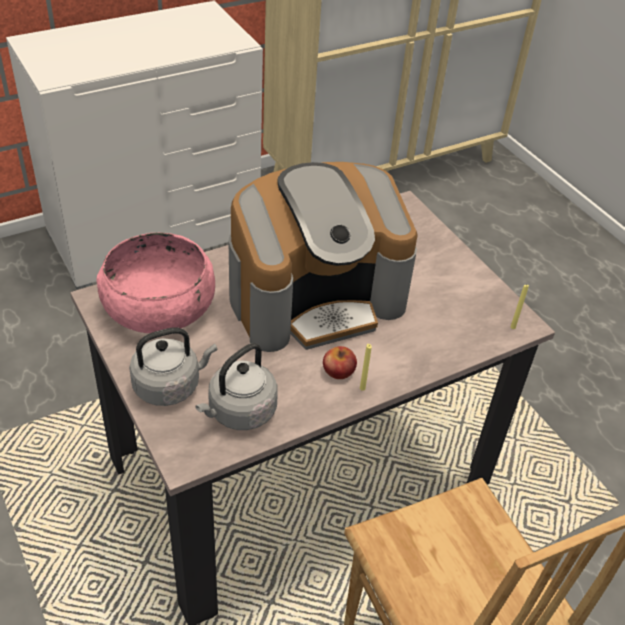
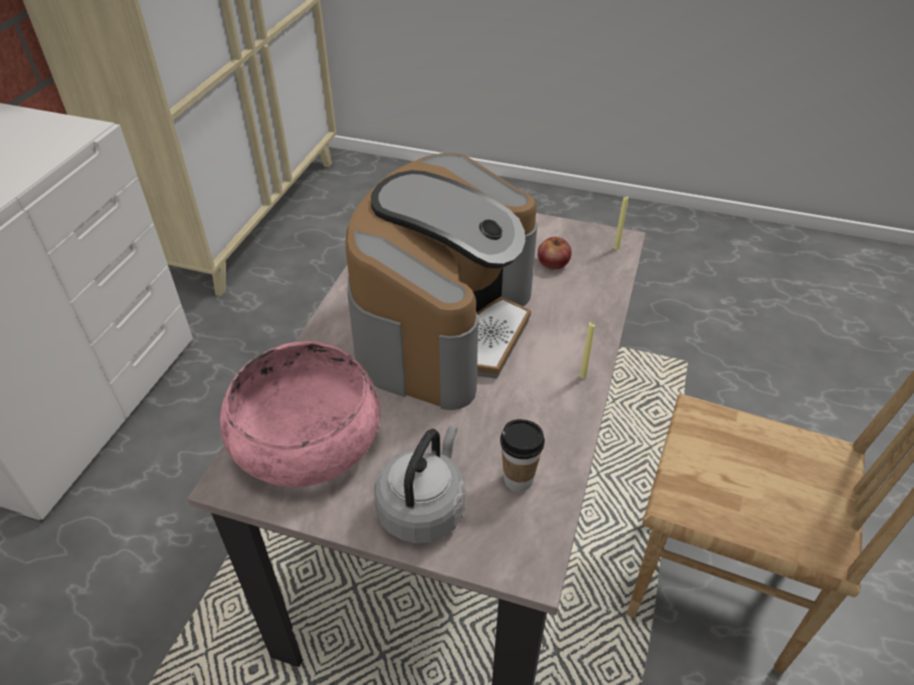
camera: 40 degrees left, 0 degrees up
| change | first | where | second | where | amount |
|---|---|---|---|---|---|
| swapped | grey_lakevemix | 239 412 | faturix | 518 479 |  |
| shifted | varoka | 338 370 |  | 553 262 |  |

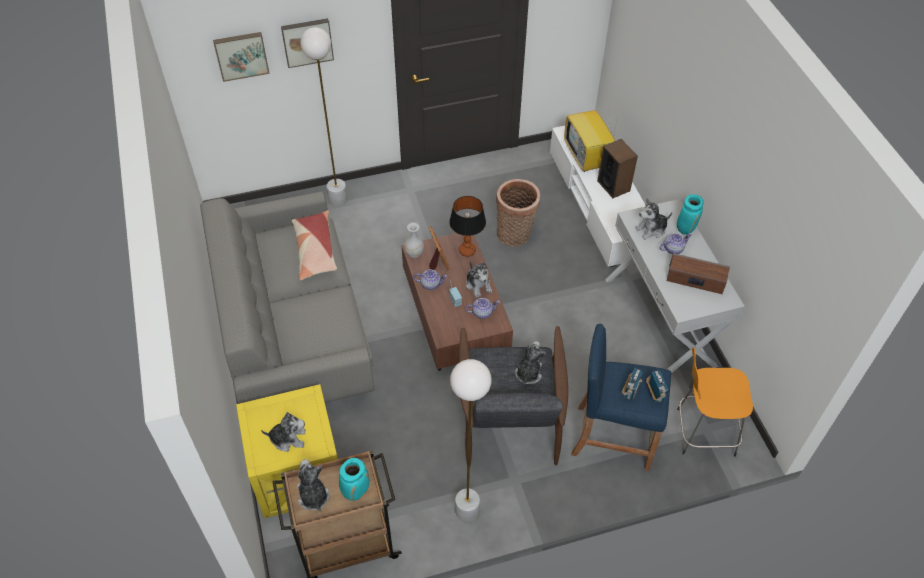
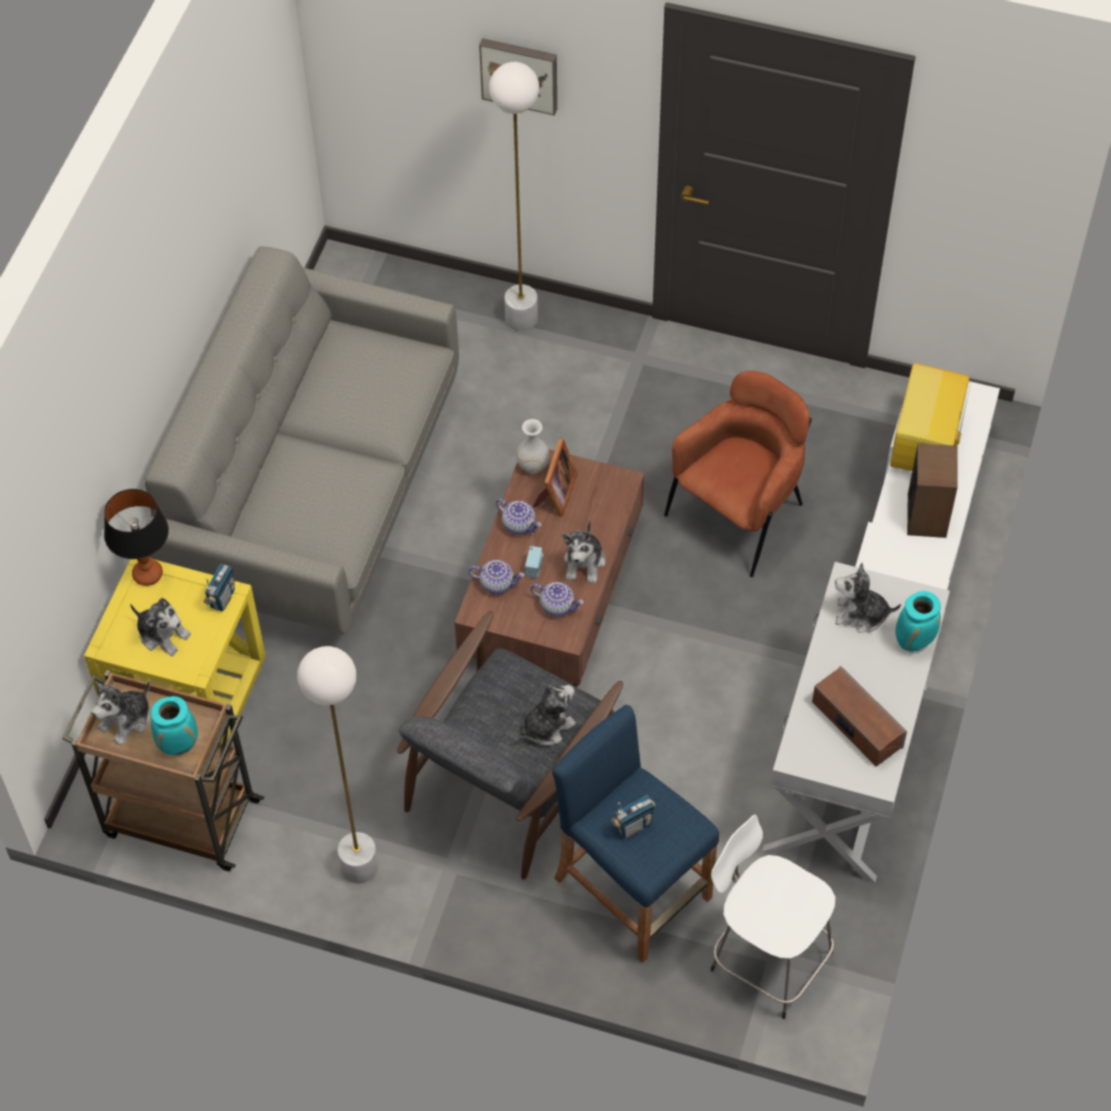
camera: 35 degrees right, 5 degrees up
| change | first | where | second | where | amount |
|---|---|---|---|---|---|
| rotated | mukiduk | 313 495 |  | 127 720 | 150 degrees counterclockwise |
| shifted | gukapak | 467 250 |  | 148 574 |  |
| shifted | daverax | 655 394 |  | 222 598 |  |
| shifted | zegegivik | 673 248 |  | 497 583 |  |
| swapped | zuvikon | 515 235 | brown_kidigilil | 739 514 |  |
| repainted | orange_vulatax | 703 432 | white_vulatax | 767 958 |  |
| gone | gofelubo | 241 55 |  |  |  |
| gone | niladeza | 315 250 |  |  |  |

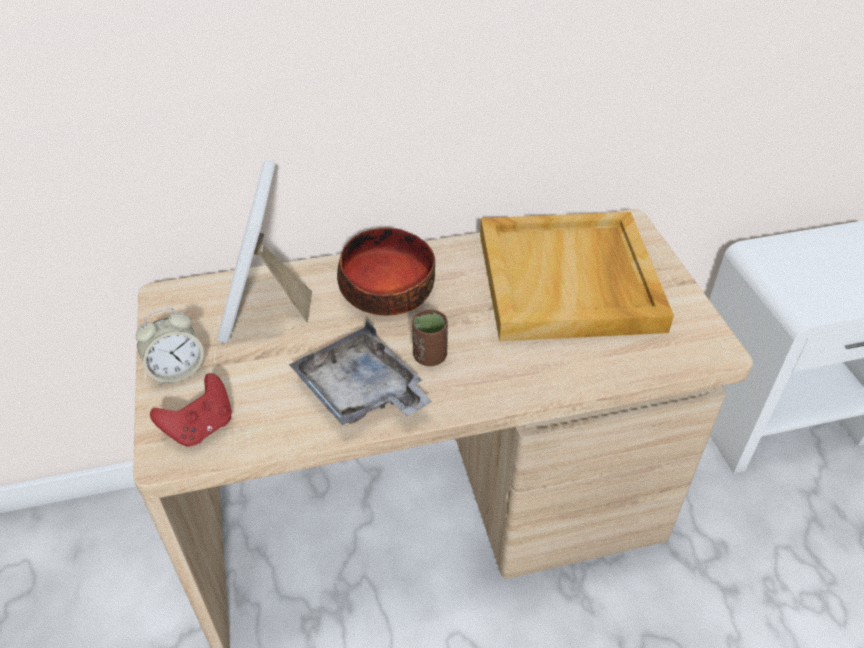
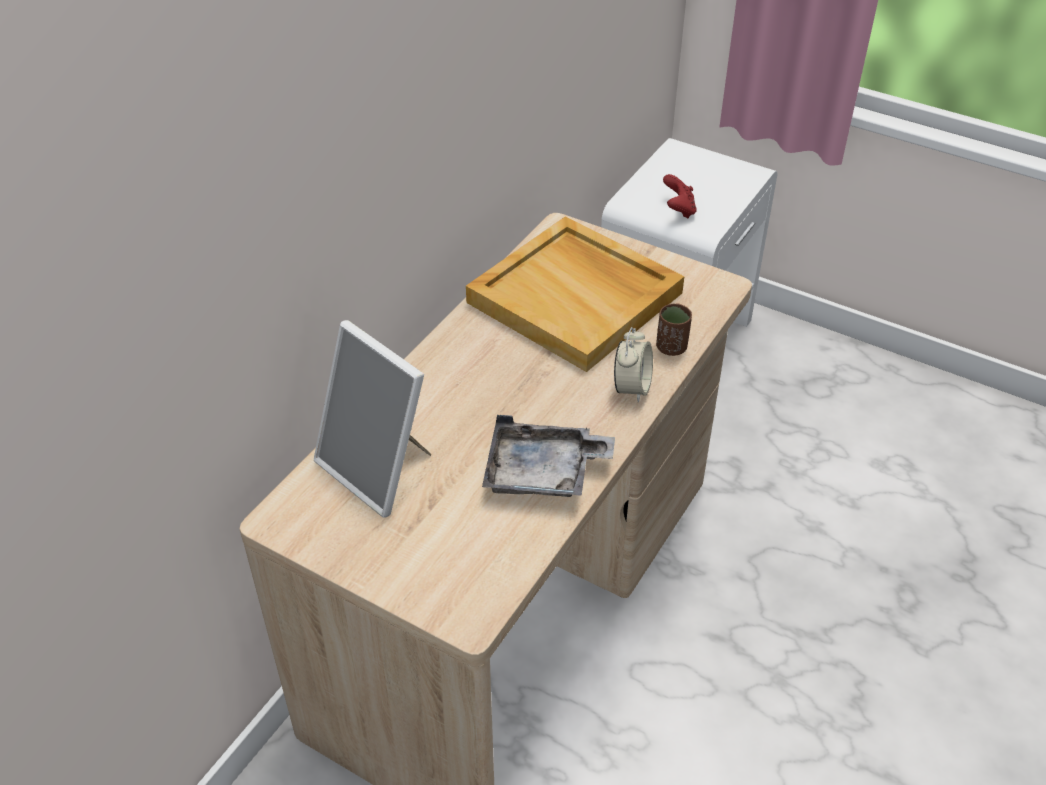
camera: 45 degrees left, 0 degrees up
| change | first | where | second | where | amount |
|---|---|---|---|---|---|
| shifted | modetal | 177 370 |  | 632 388 |  |
| shifted | brown_faturix | 430 356 |  | 671 348 |  |
| shifted | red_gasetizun | 201 427 |  | 678 210 |  |
| gone | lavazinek | 386 289 |  |  |  |

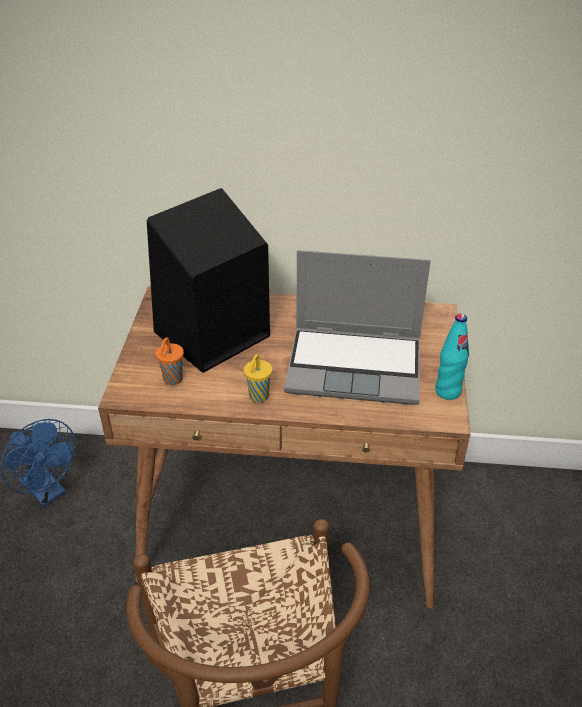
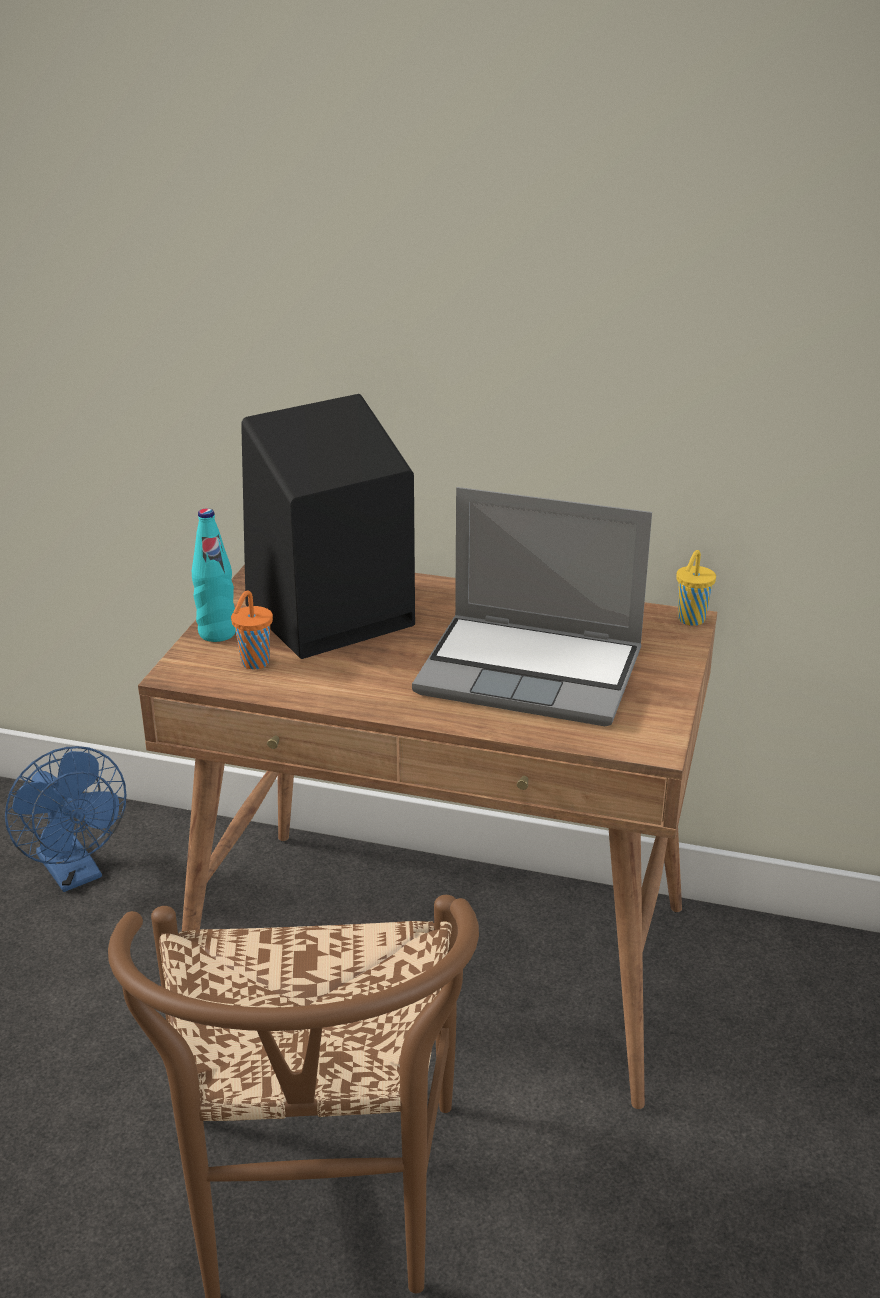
camera: 10 degrees right, 10 degrees down
| change | first | where | second | where | amount |
|---|---|---|---|---|---|
| shifted | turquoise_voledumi | 448 391 |  | 217 633 |  |
| shifted | yellow_faturix | 258 397 |  | 690 620 |  |

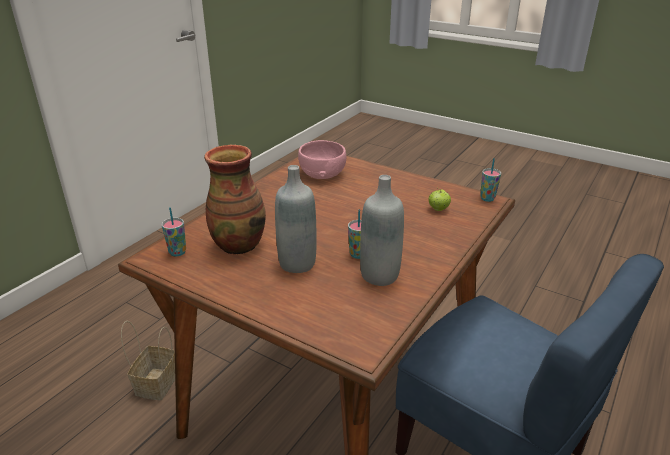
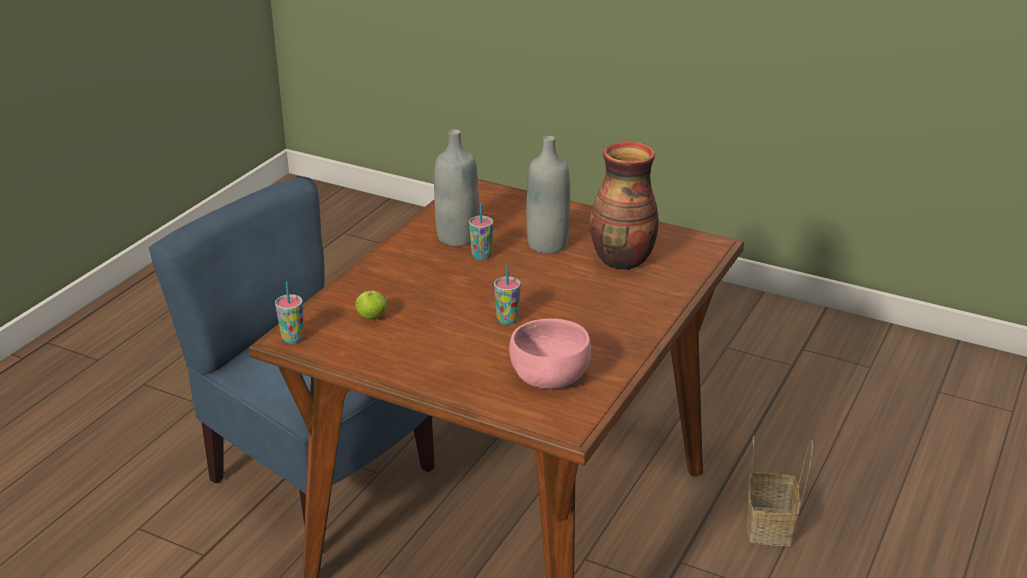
camera: 175 degrees right, 0 degrees up
| change | first | where | second | where | amount |
|---|---|---|---|---|---|
| shifted | faturix | 177 252 |  | 507 320 |  |

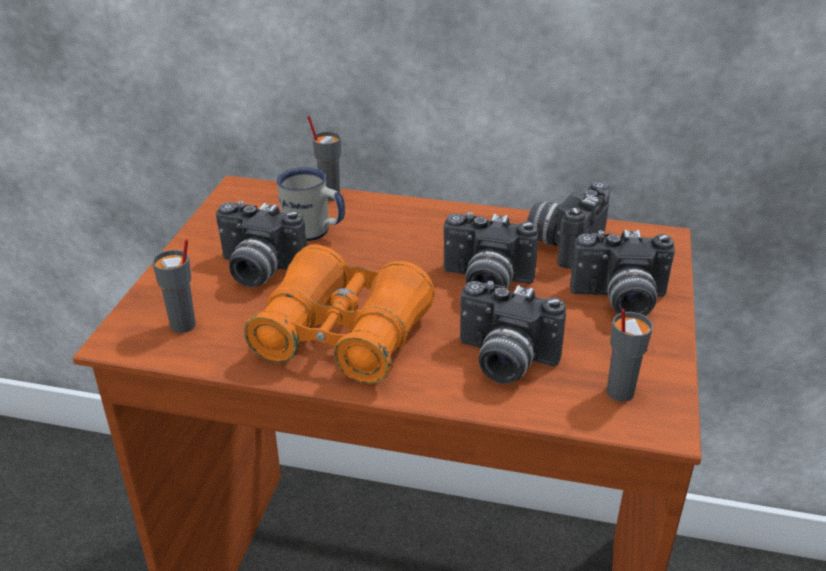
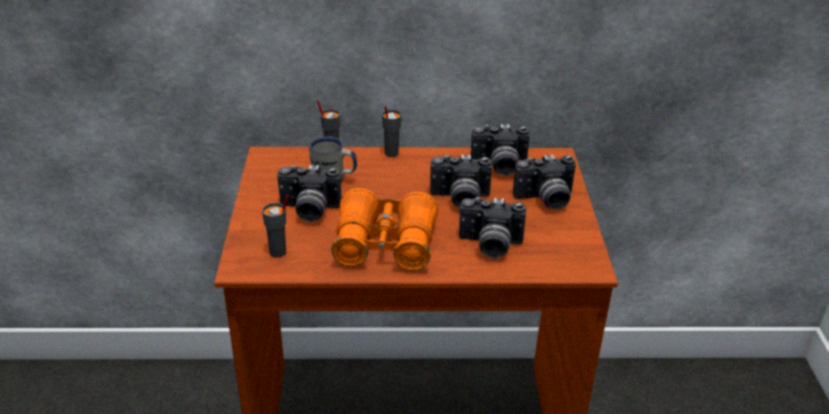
camera: 15 degrees left, 0 degrees up
| change | first | where | second | where | amount |
|---|---|---|---|---|---|
| shifted | grey_faturix | 619 392 |  | 391 153 |  |
| rotated | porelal | 564 243 |  | 499 167 | 105 degrees counterclockwise |

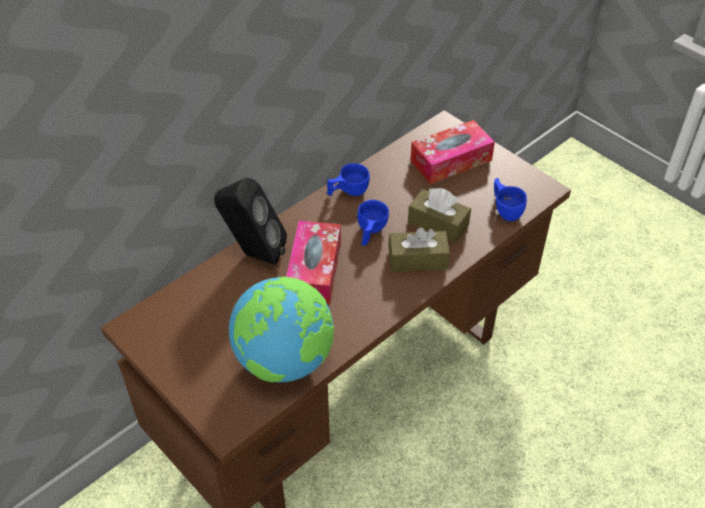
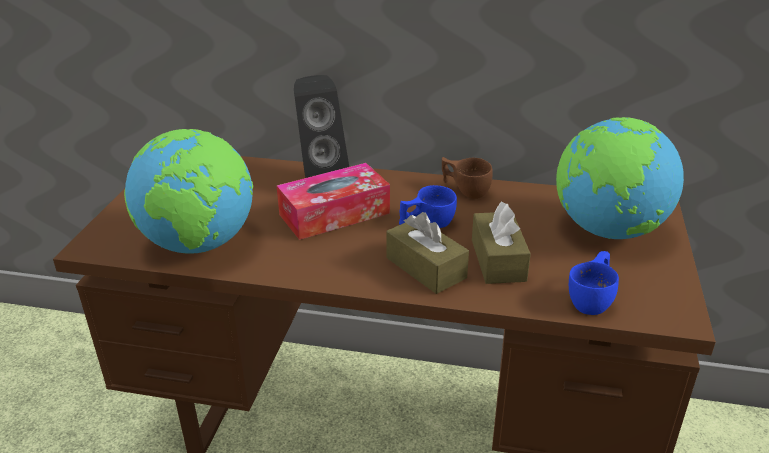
camera: 55 degrees right, 15 degrees down
| change | first | where | second | where | amount |
|---|---|---|---|---|---|
| repainted | blue_faturix | 348 191 | brown_faturix | 465 190 |  |
| swapped | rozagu | 451 160 | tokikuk | 607 230 |  |

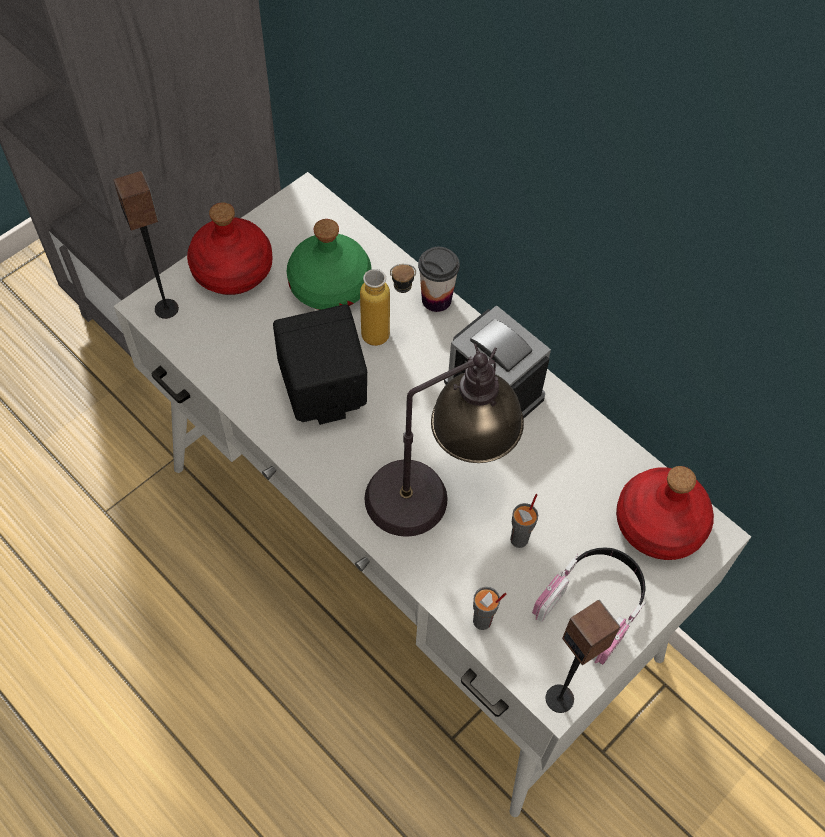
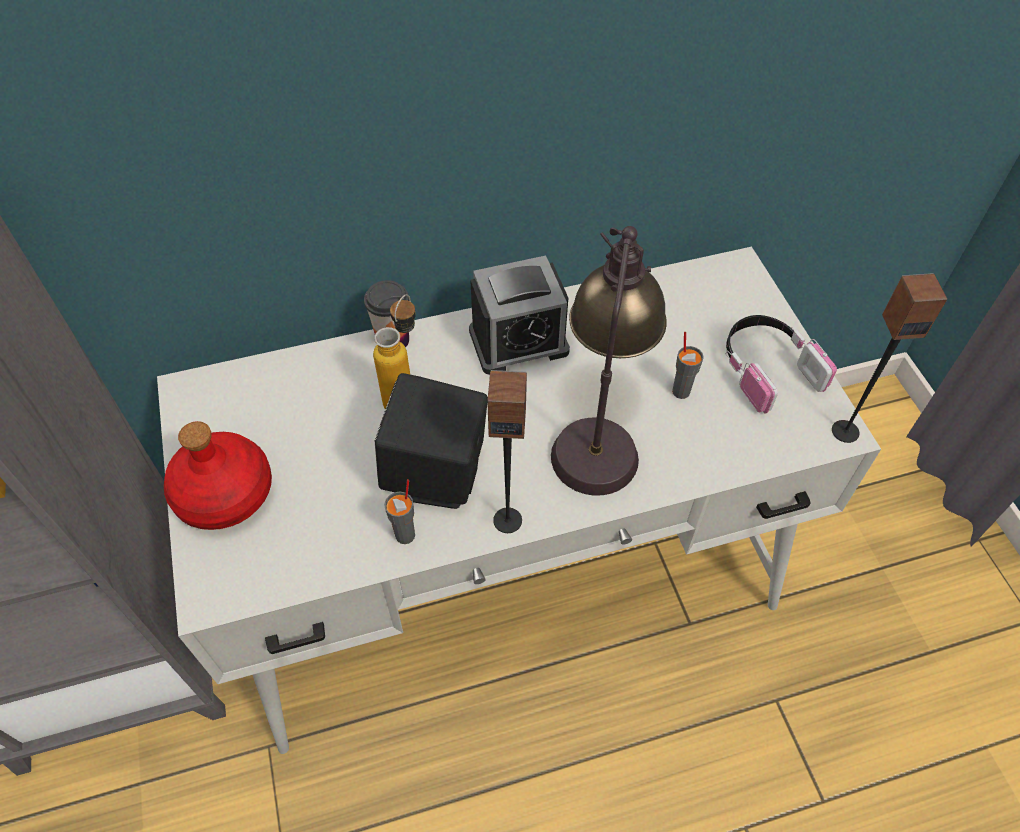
camera: 60 degrees left, 5 degrees down
| change | first | where | second | where | amount |
|---|---|---|---|---|---|
| shifted | grey_faturix | 482 621 |  | 406 535 |  |
| shifted | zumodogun | 167 308 |  | 507 520 |  |
| gone | green_voledumi | 331 285 |  |  |  |
| gone | red_voledumi | 658 524 |  |  |  |

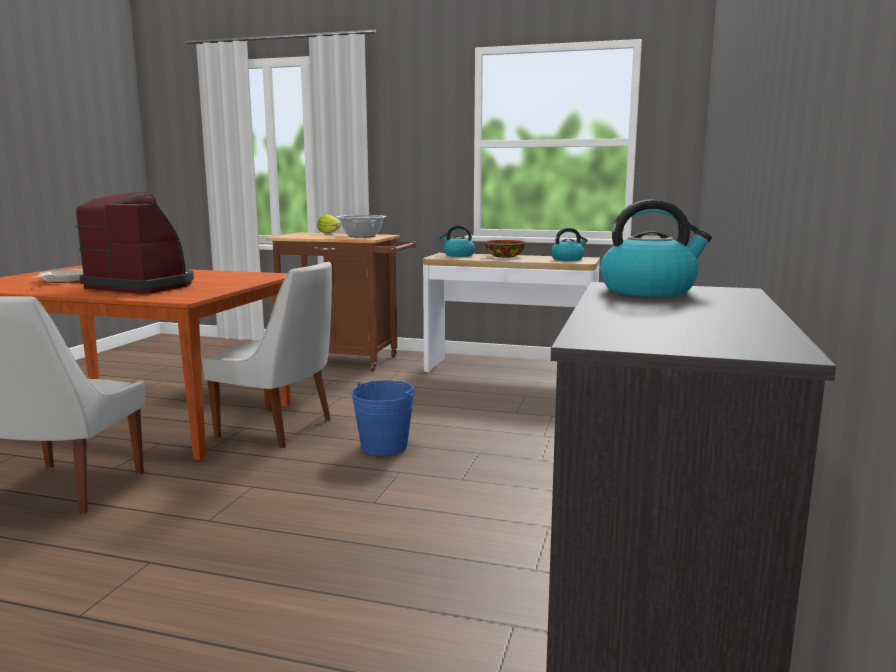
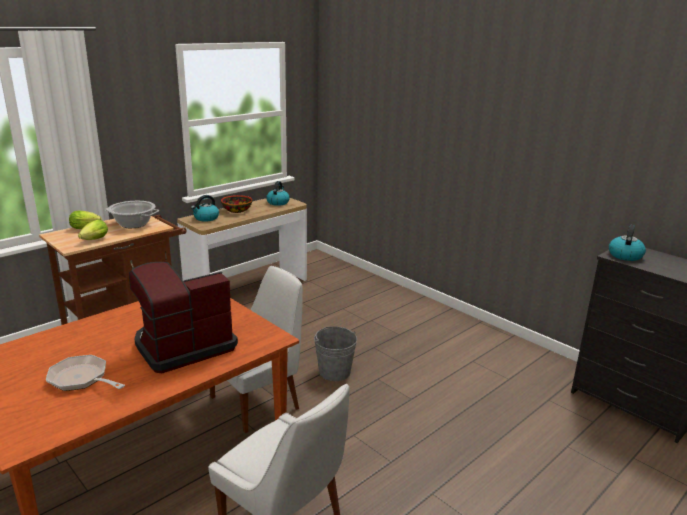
camera: 60 degrees left, 10 degrees up
| change | first | where | second | where | amount |
|---|---|---|---|---|---|
| new |  |  | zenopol | 93 240 |  |
| repainted | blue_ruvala | 384 446 | grey_ruvala | 334 372 |  |

